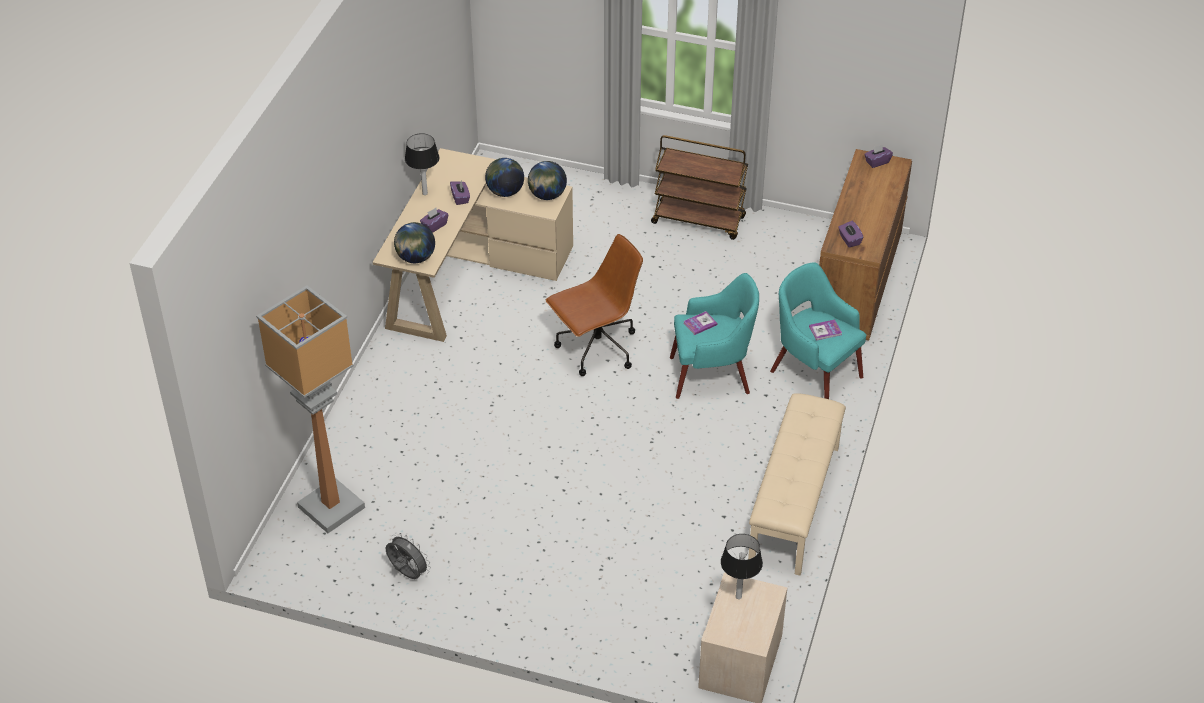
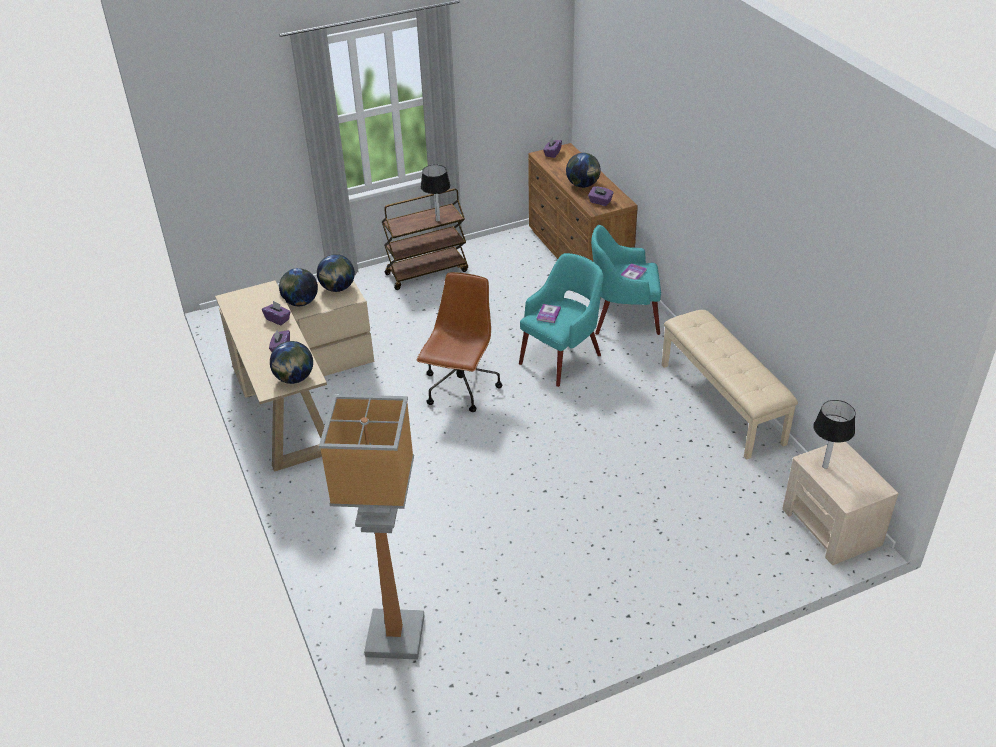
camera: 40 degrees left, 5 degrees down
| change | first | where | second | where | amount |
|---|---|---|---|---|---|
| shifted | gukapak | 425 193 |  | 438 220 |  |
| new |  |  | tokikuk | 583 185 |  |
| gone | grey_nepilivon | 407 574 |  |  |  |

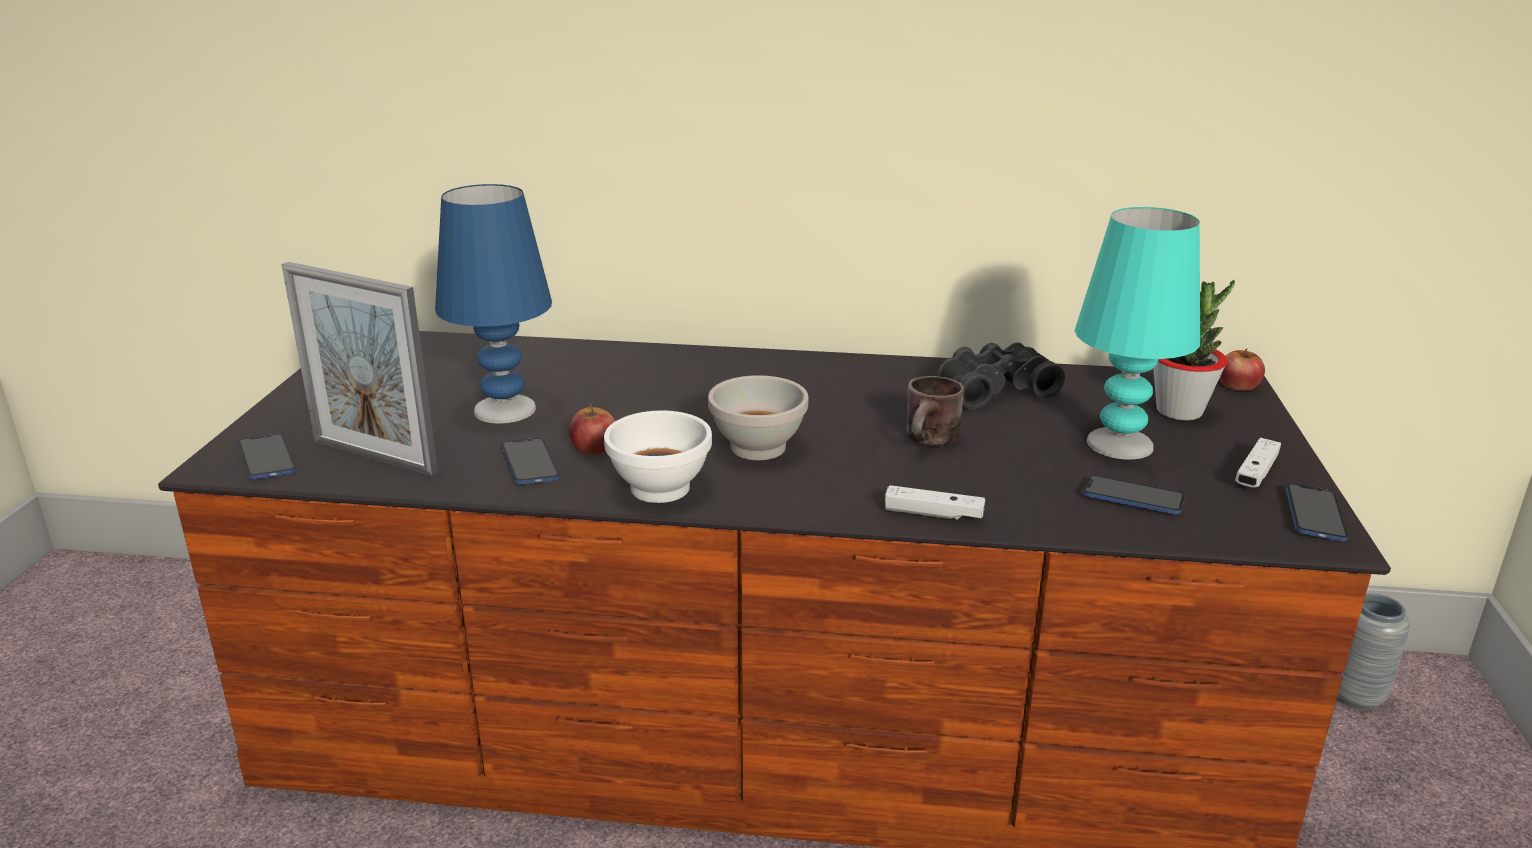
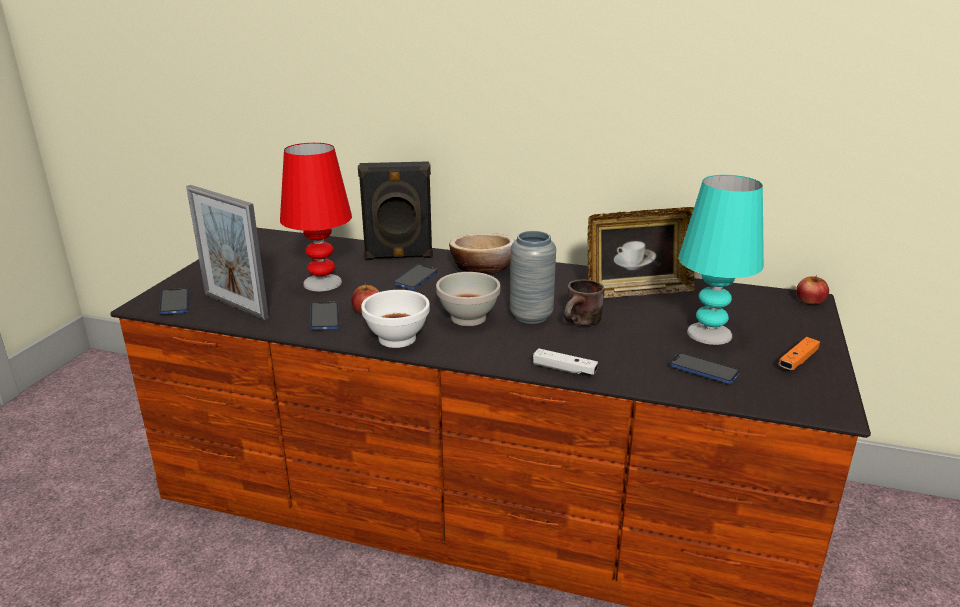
camera: 10 degrees right, 0 degrees up
| change | first | where | second | where | amount |
|---|---|---|---|---|---|
| repainted | blue_gukapak | 504 410 | red_gukapak | 322 283 |  |
| new |  |  | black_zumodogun | 398 257 |  |
| shifted | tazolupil | 1314 514 |  | 415 278 |  |
| new |  |  | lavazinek | 482 269 |  |
| shifted | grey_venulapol | 1355 696 |  | 531 316 |  |
| swapped | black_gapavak | 992 389 | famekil | 637 291 |  |
| repainted | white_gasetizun | 1256 473 | orange_gasetizun | 798 361 |  |
| gone | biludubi | 1179 411 |  |  |  |

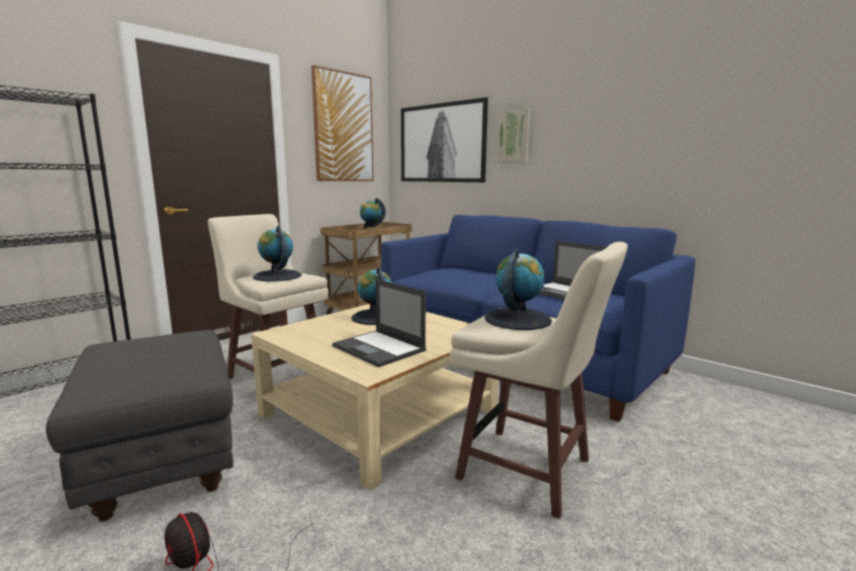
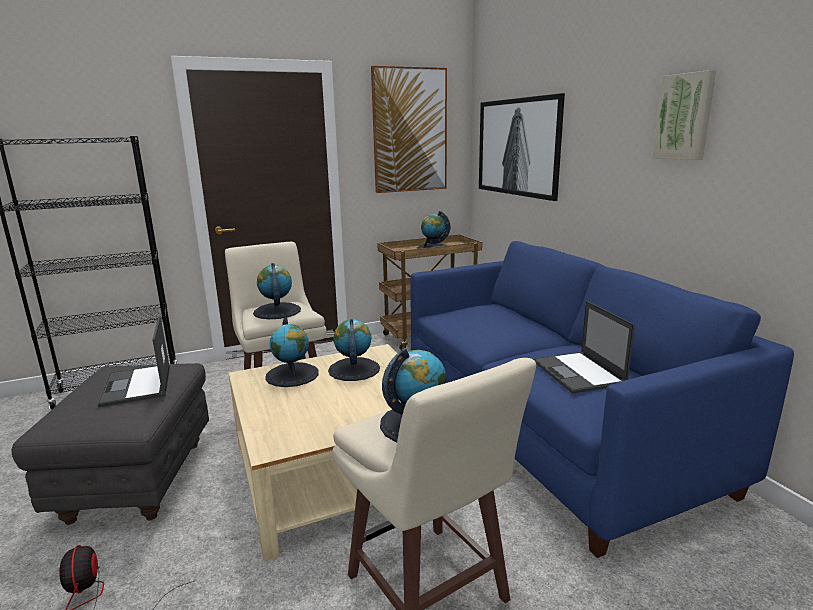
camera: 25 degrees right, 5 degrees up
| change | first | where | second | where | amount |
|---|---|---|---|---|---|
| shifted | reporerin | 379 348 |  | 137 386 |  |
| new |  |  | tokikuk | 292 375 |  |
| shifted | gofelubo | 514 136 |  | 685 117 |  |

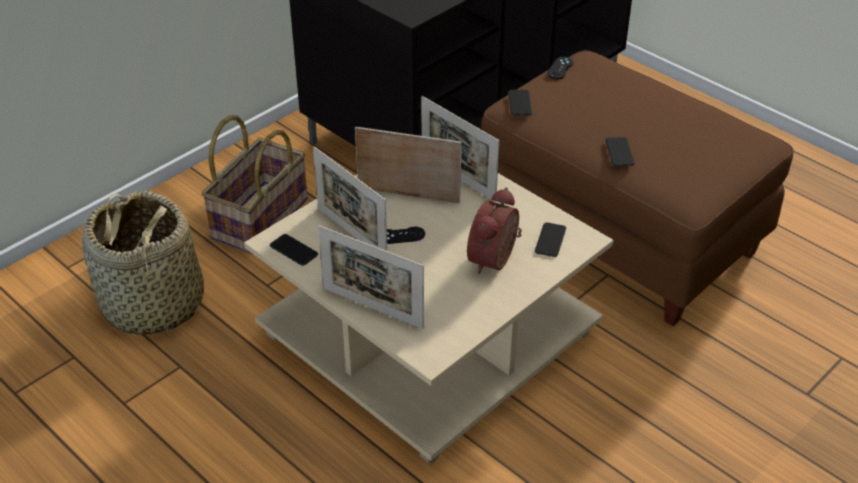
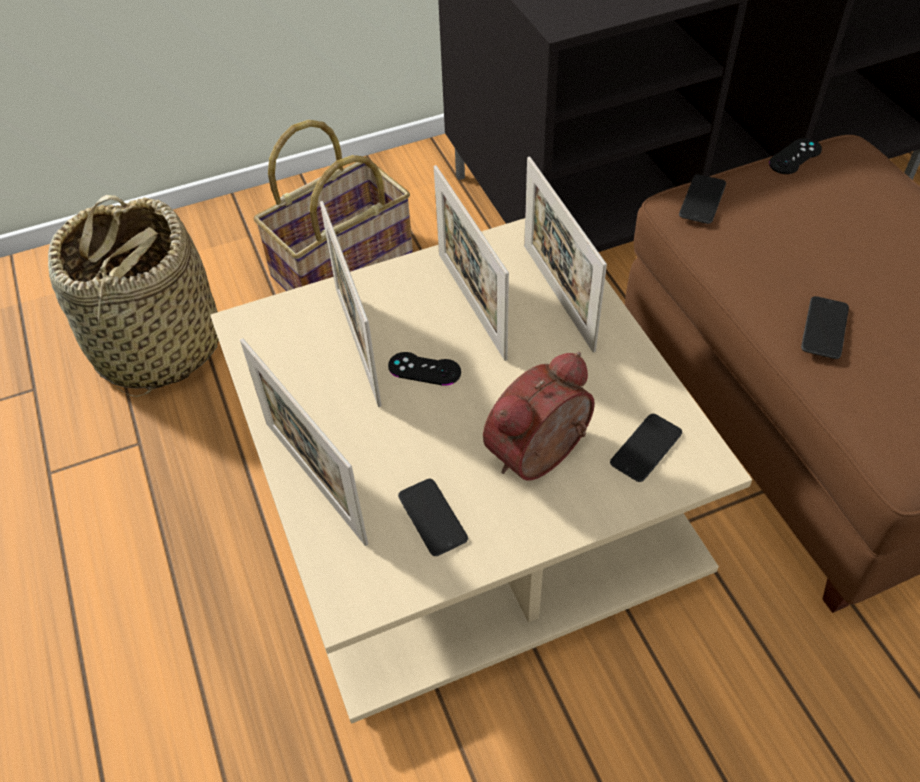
camera: 25 degrees right, 10 degrees up
| change | first | where | second | where | amount |
|---|---|---|---|---|---|
| shifted | tazolupil | 294 250 |  | 432 517 |  |
| rotated | famekil | 408 195 |  | 471 305 | 150 degrees counterclockwise |

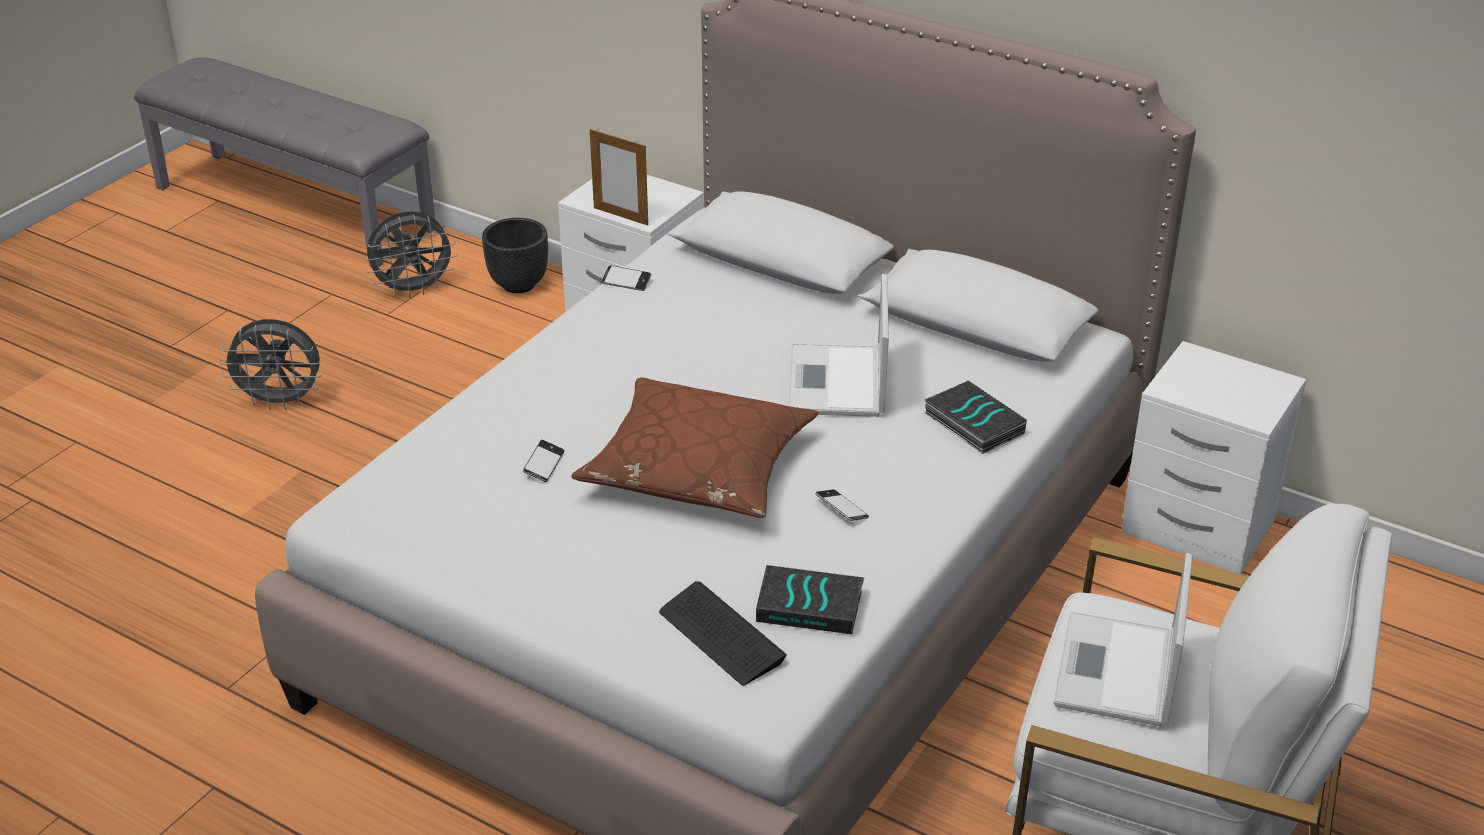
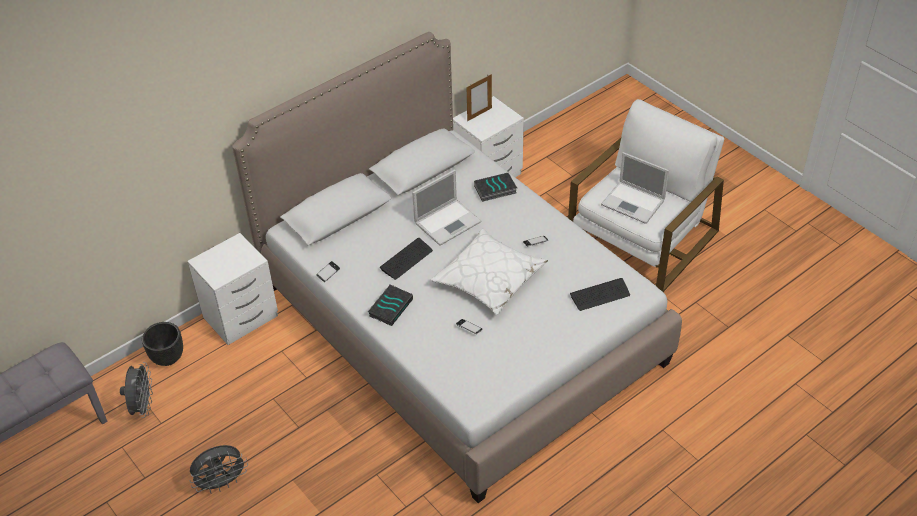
camera: 70 degrees left, 10 degrees up
| change | first | where | second | where | amount |
|---|---|---|---|---|---|
| rotated | grey_nepilivon | 281 401 |  | 222 483 | 45 degrees clockwise |
| shifted | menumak | 810 605 |  | 390 307 |  |
| new |  |  | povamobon | 406 259 |  |
| rotated | reporerin | 837 383 |  | 448 221 | 60 degrees counterclockwise |
| repainted | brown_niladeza | 698 467 | white_niladeza | 489 279 |  |
| shifted | famekil | 621 216 |  | 479 114 |  |

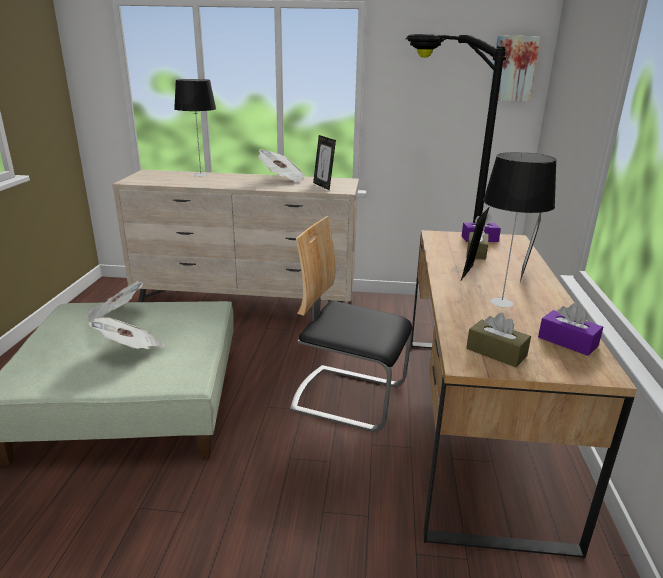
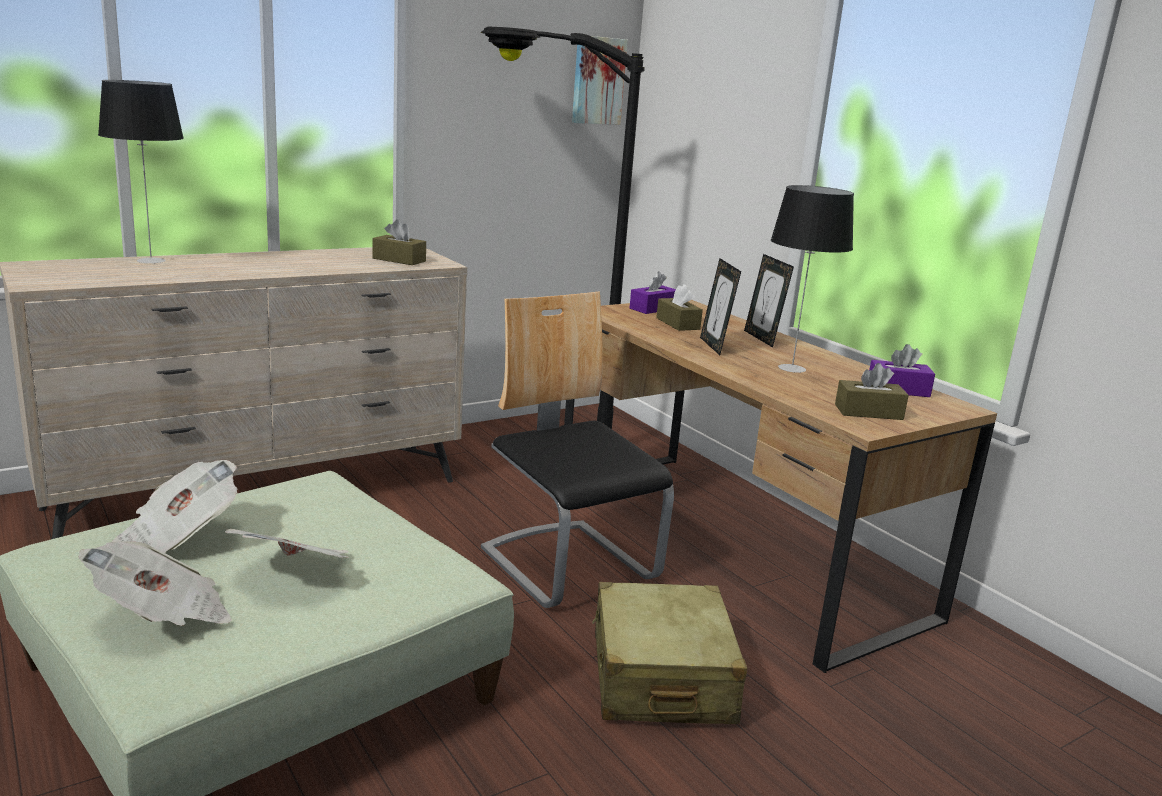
camera: 40 degrees left, 5 degrees down
| change | first | where | second | where | amount |
|---|---|---|---|---|---|
| shifted | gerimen | 282 179 |  | 163 616 |  |
| swapped | famekil | 323 186 | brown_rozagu | 399 260 |  |
| rotated | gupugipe | 349 397 |  | 569 564 | 75 degrees clockwise |
| new |  |  | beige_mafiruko | 661 677 |  |

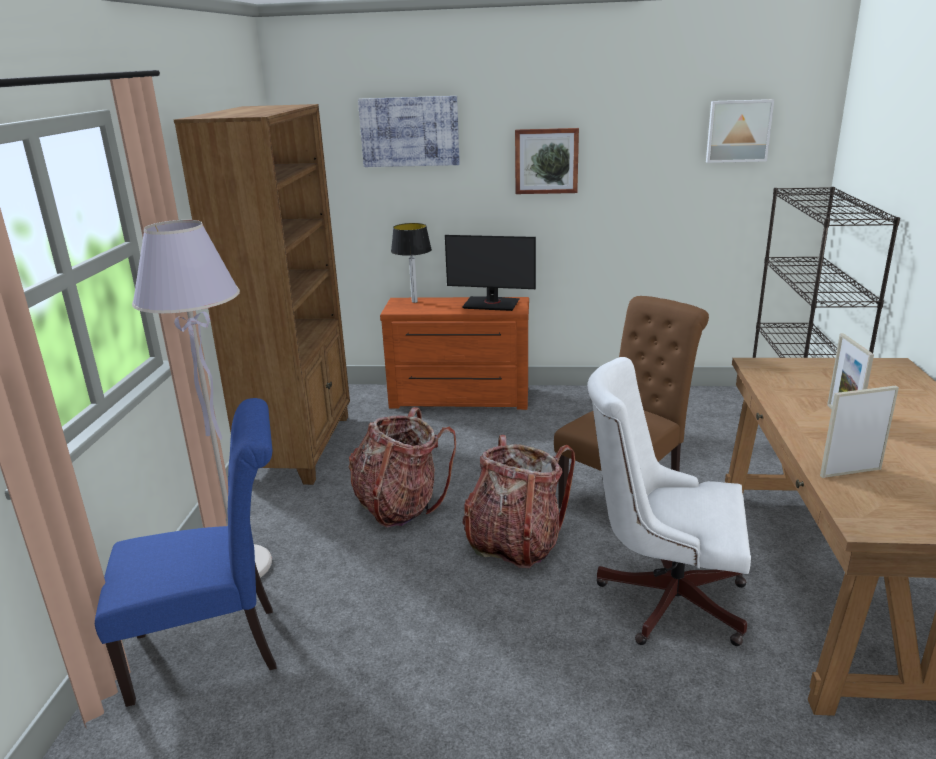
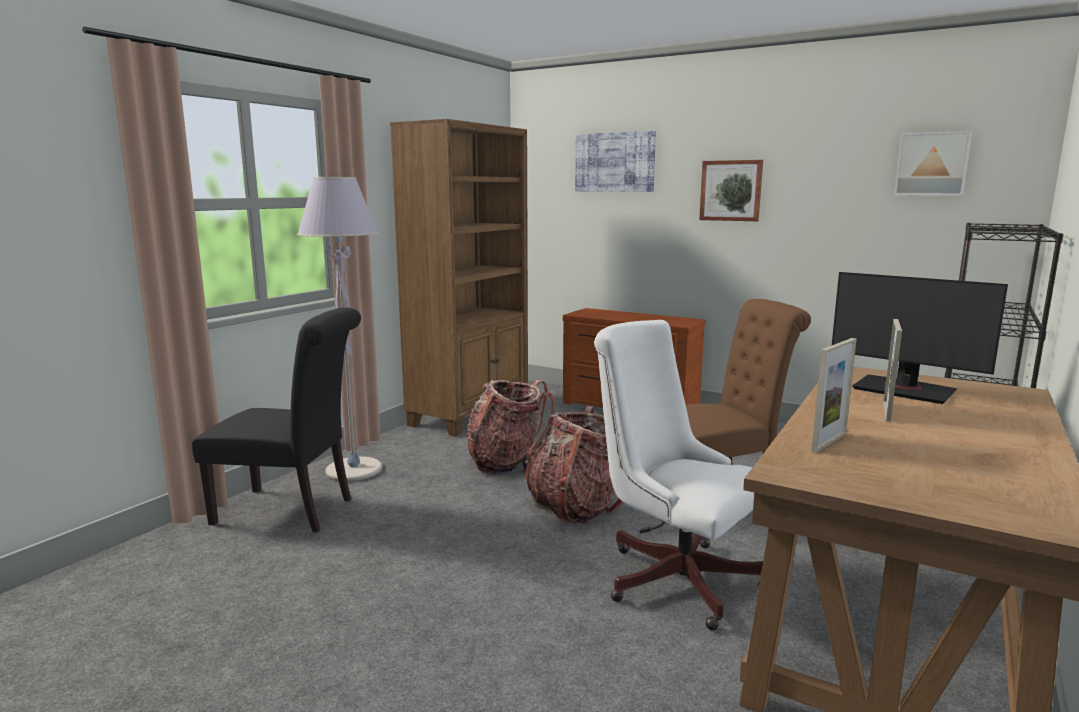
camera: 25 degrees right, 10 degrees down
| change | first | where | second | where | amount |
|---|---|---|---|---|---|
| repainted | blue_gupugipe | 216 649 | black_gupugipe | 292 511 |  |
| rotated | famekil | 850 472 |  | 829 442 | 120 degrees clockwise |
| shifted | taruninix | 491 304 |  | 904 390 |  |
| gone | gukapak | 415 301 |  |  |  |

